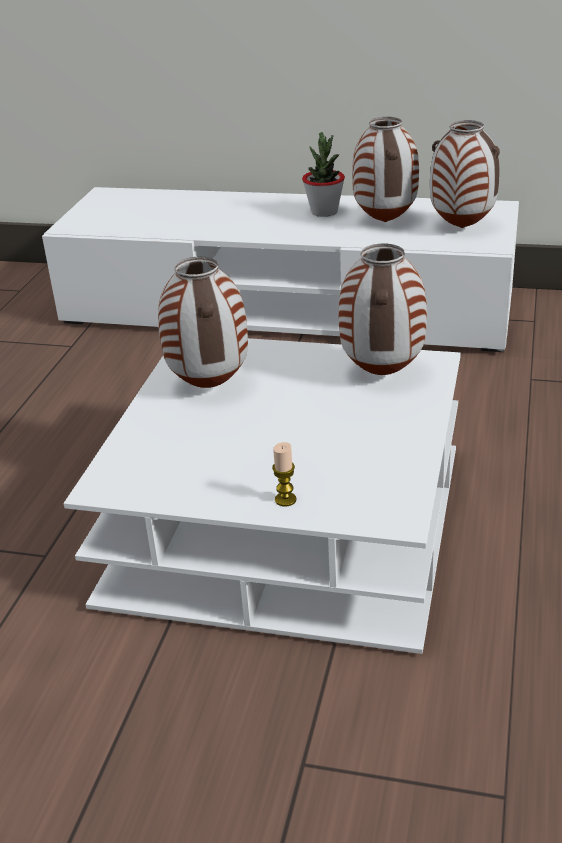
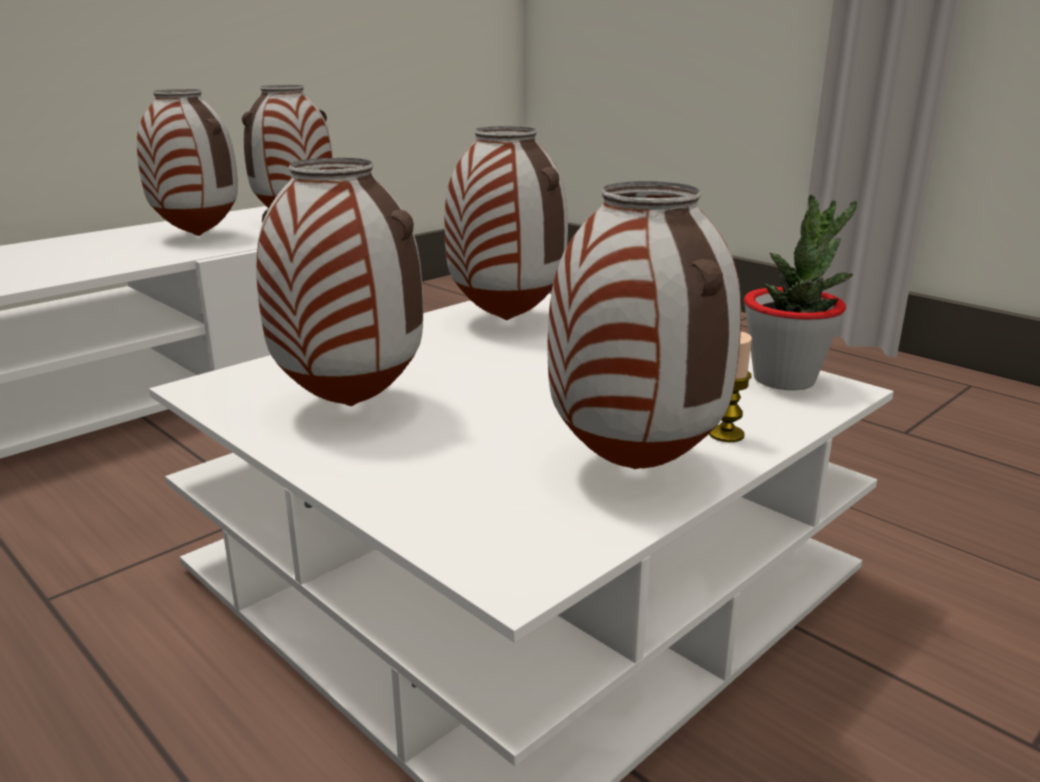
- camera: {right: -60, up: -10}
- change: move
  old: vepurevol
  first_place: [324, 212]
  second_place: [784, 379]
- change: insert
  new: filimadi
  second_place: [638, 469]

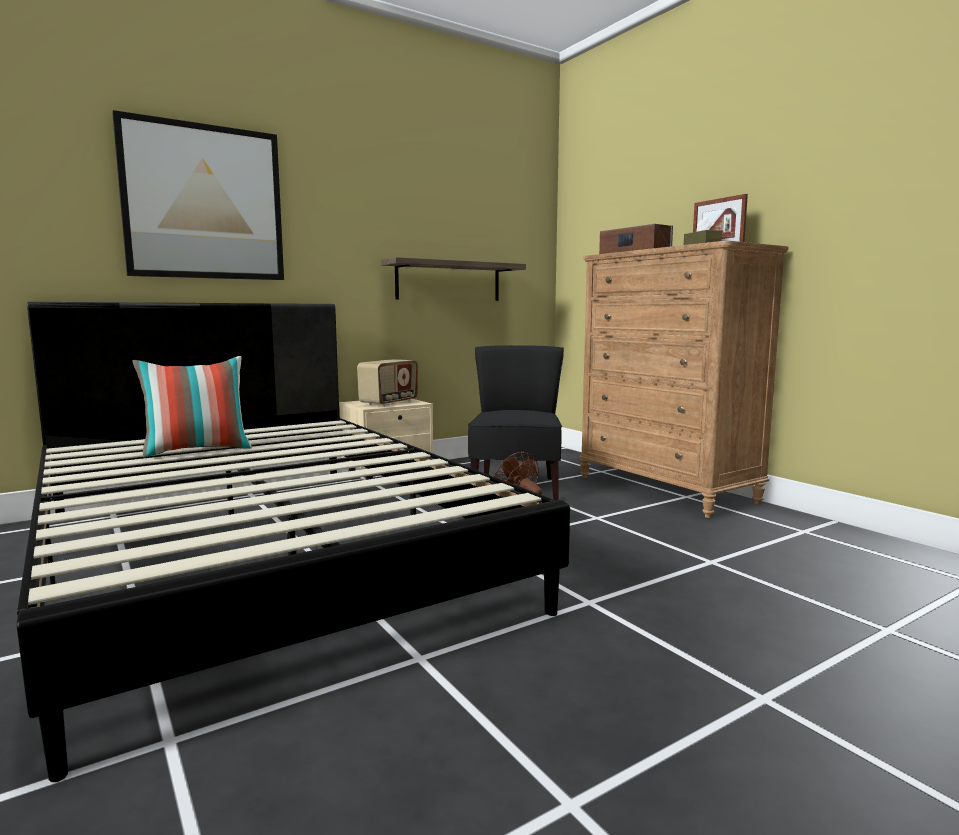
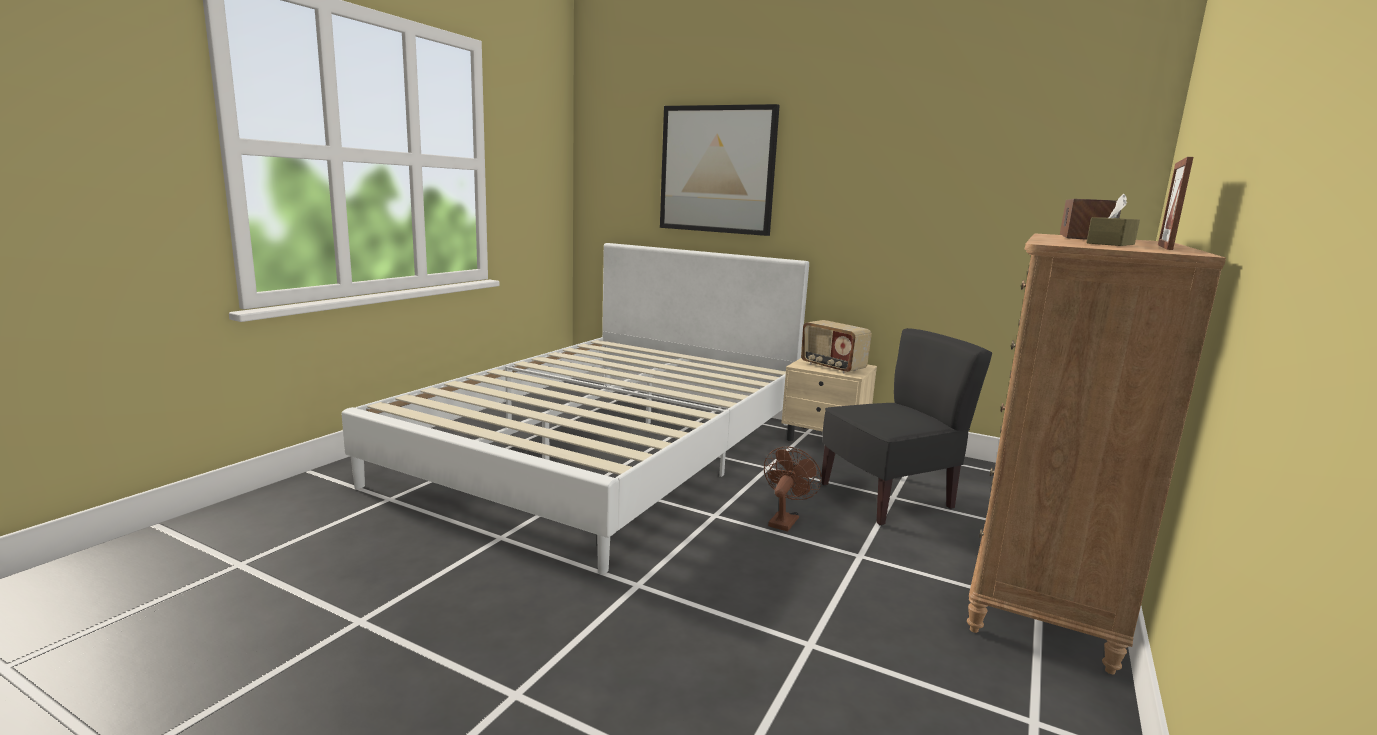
- camera: {right: 60, up: 5}
- change: delete
  old: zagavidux
  first_place: [449, 281]
- change: recolor
  old: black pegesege
  new: white pegesege
  first_place: [262, 556]
  second_place: [607, 450]
- change: delete
  old: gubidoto
  first_place: [198, 451]
- change: rotate
  old: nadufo
  first_place: [389, 403]
  second_place: [832, 367]
  degrees: 45

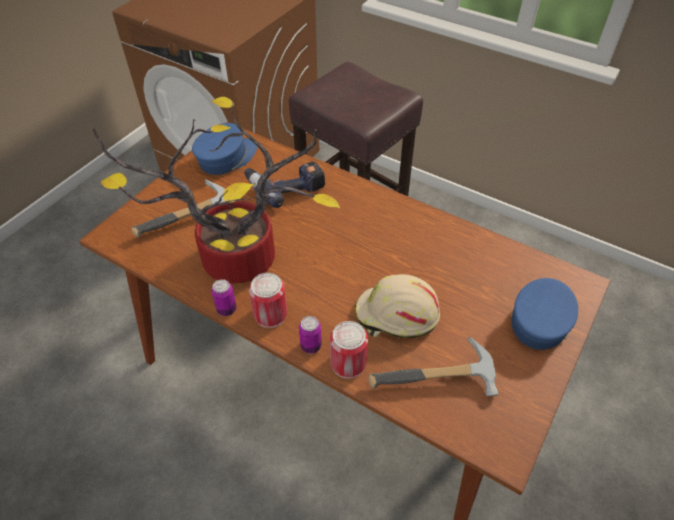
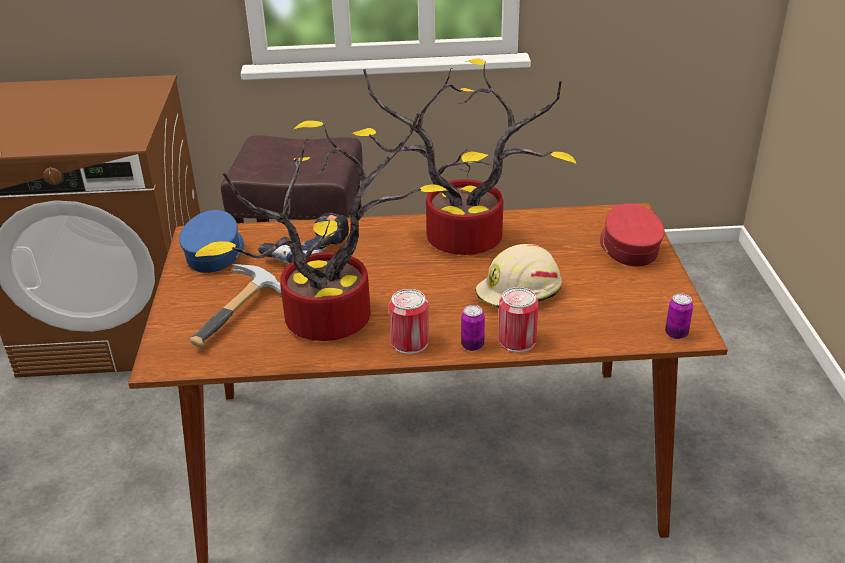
- camera: {right: -35, up: -15}
- change: recolor
  old: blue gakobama
  new: red gakobama
  first_place: [540, 320]
  second_place: [628, 247]
- change: move
  old: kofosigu
  first_place: [226, 309]
  second_place: [676, 334]
- change: delete
  old: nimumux
  first_place: [437, 384]
- change: insert
  new: vepurevol
  second_place: [458, 241]

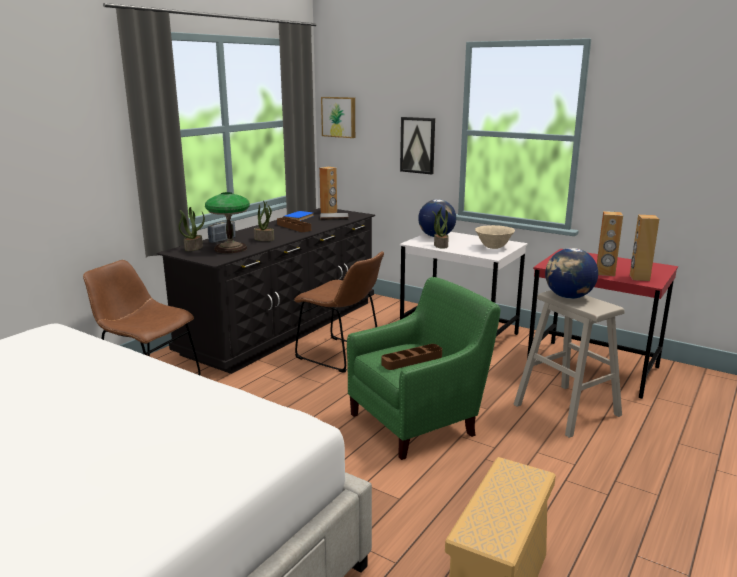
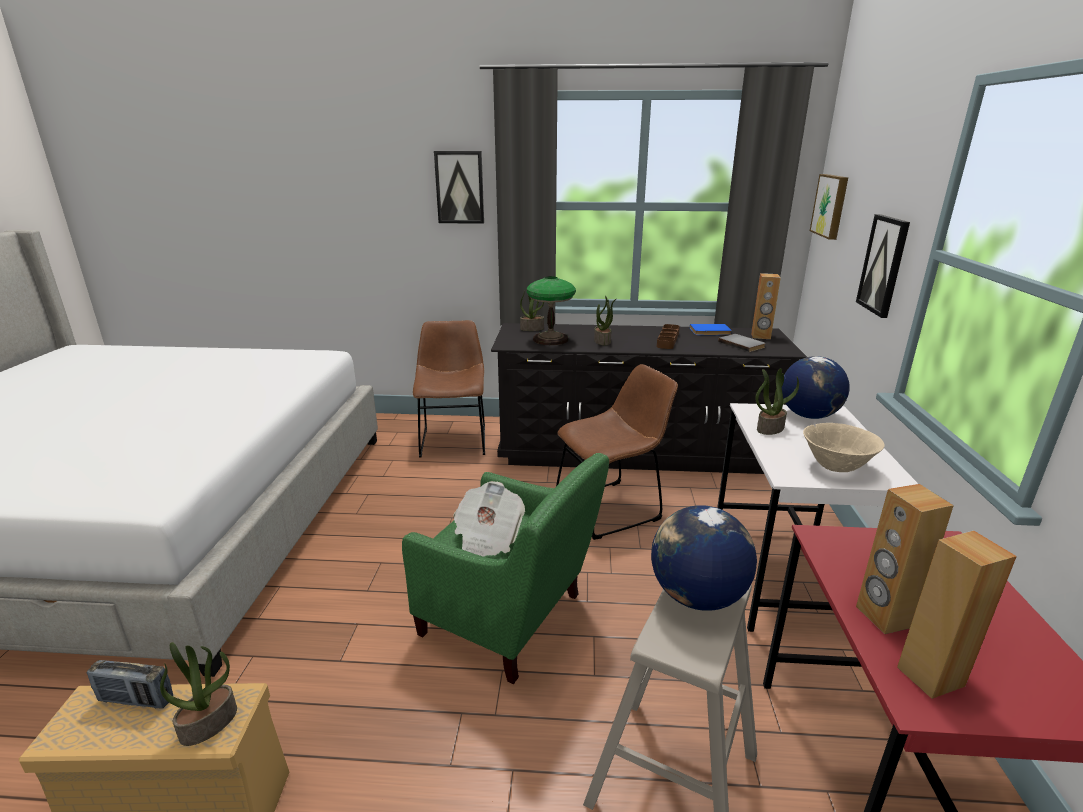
- camera: {right: 60, up: 5}
- change: move
  old: nadufo
  first_place: [222, 240]
  second_place: [136, 700]
- change: rotate
  old: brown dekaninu
  first_place: [342, 355]
  second_place: [612, 508]
  degrees: -120
- change: replace
  old: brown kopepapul
  new: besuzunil
  first_place: [412, 360]
  second_place: [487, 537]
- change: insert
  new: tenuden
  second_place: [460, 187]
- change: insert
  new: vepurevol
  second_place: [209, 723]

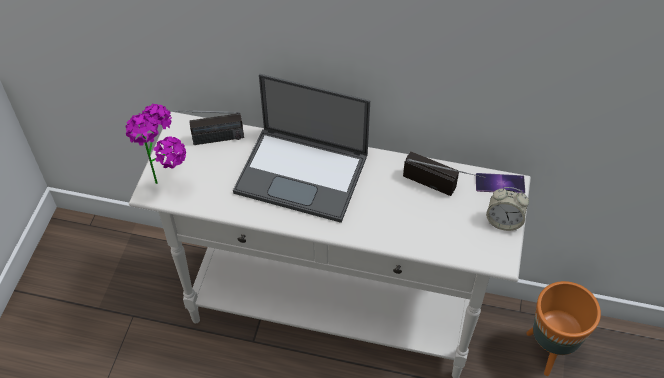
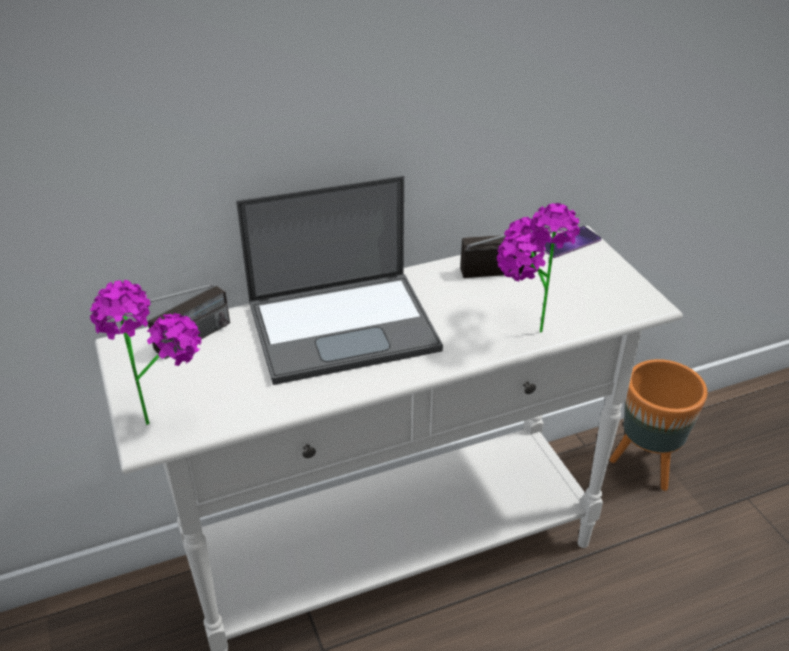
- camera: {right: -35, up: -15}
- change: delete
  old: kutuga
  first_place: [503, 221]
- change: insert
  new: vepurevol
  second_place: [522, 330]

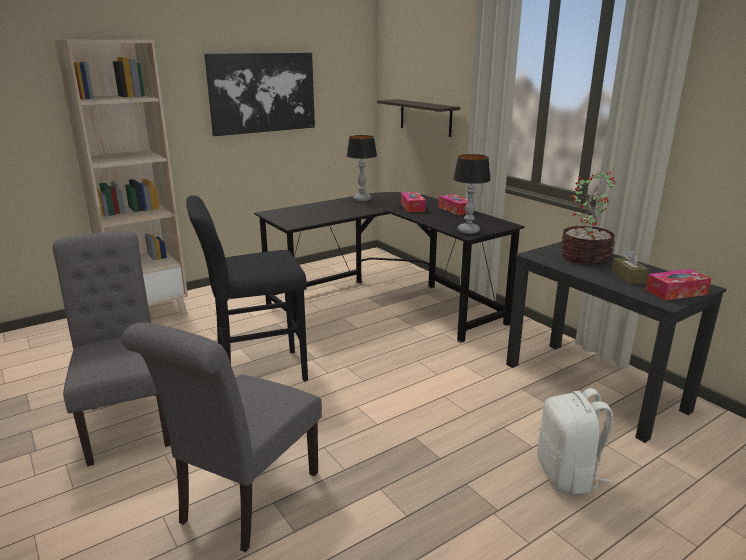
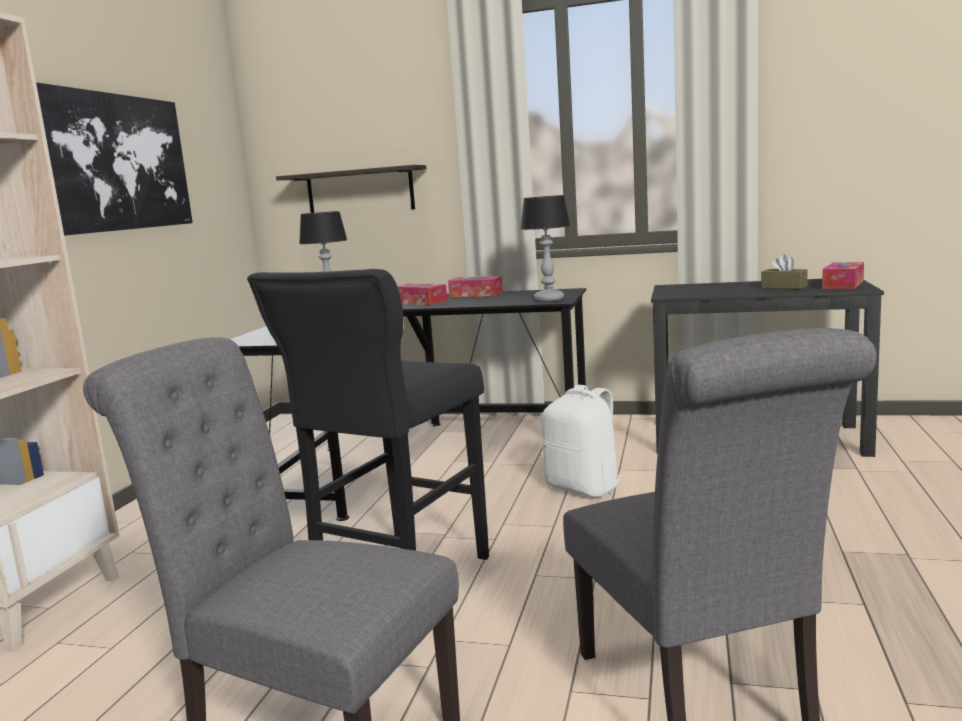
- camera: {right: -40, up: -10}
- change: delete
  old: vepurevol
  first_place: [585, 257]
- change: move
  old: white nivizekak
  first_place: [568, 476]
  second_place: [584, 488]

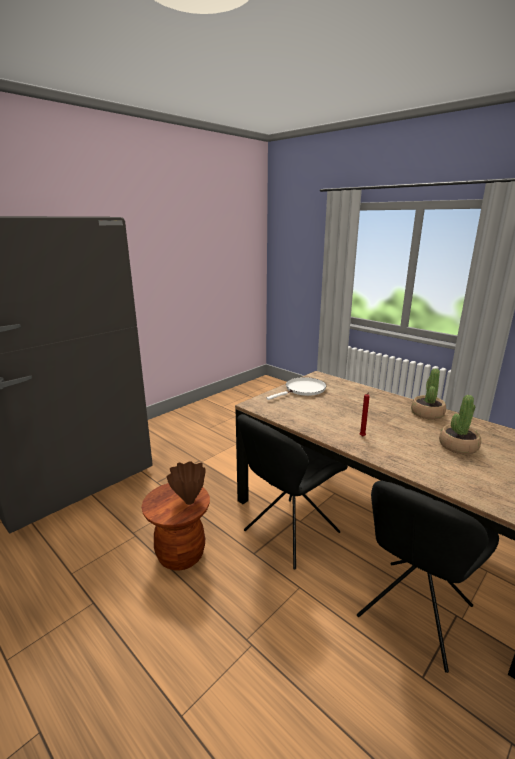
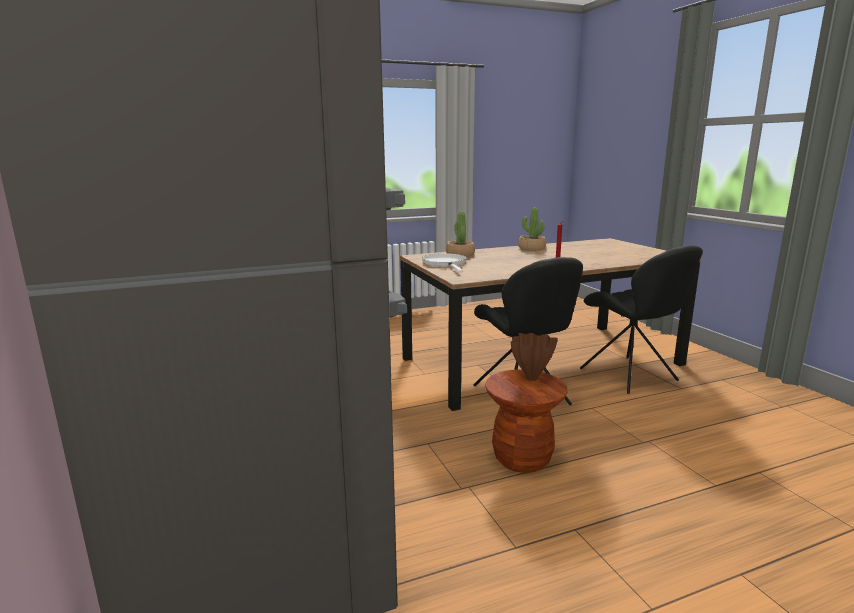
- camera: {right: -65, up: -5}
- change: move
  old: vepurevol
  first_place: [458, 446]
  second_place: [460, 255]

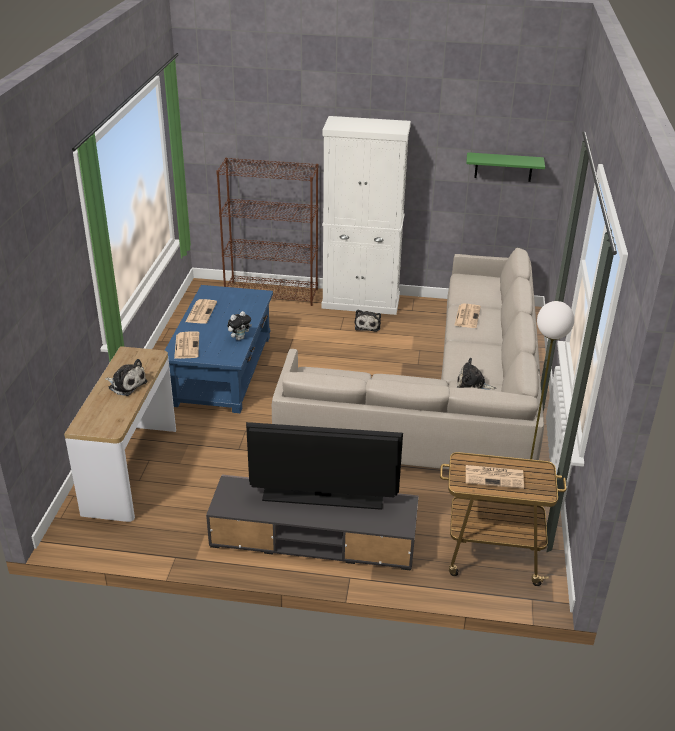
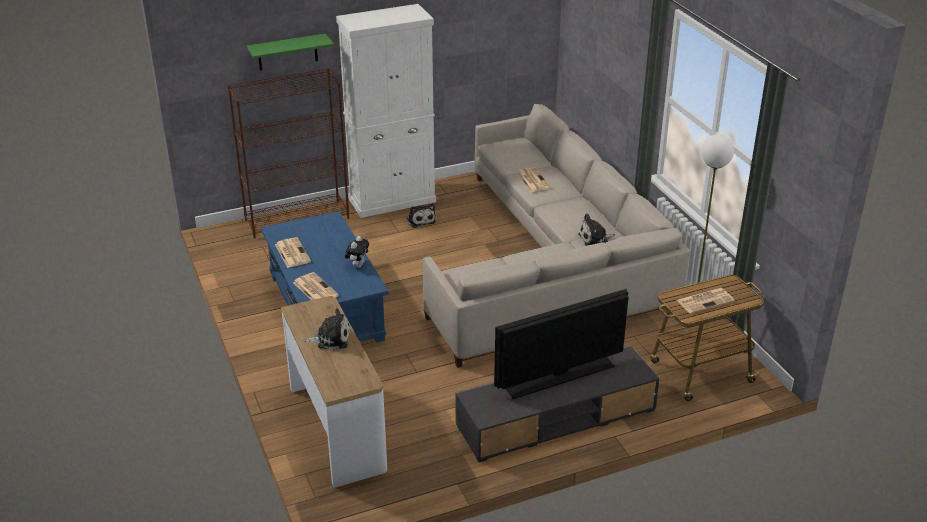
- camera: {right: -30, up: 0}
- change: move
  old: green zagavidux
  first_place: [503, 167]
  second_place: [287, 52]

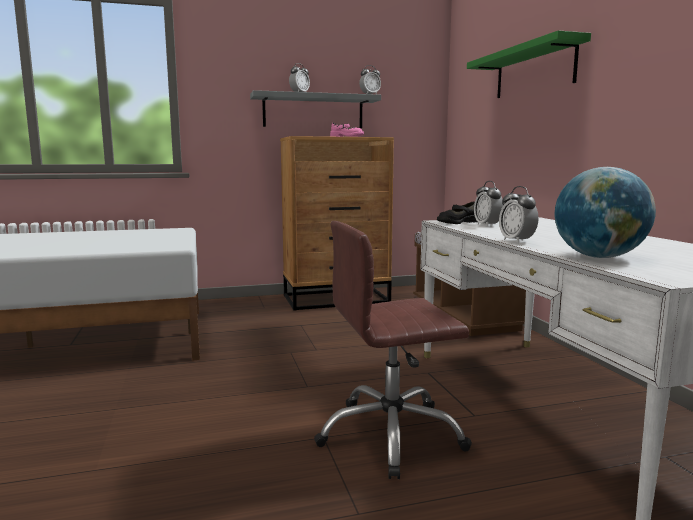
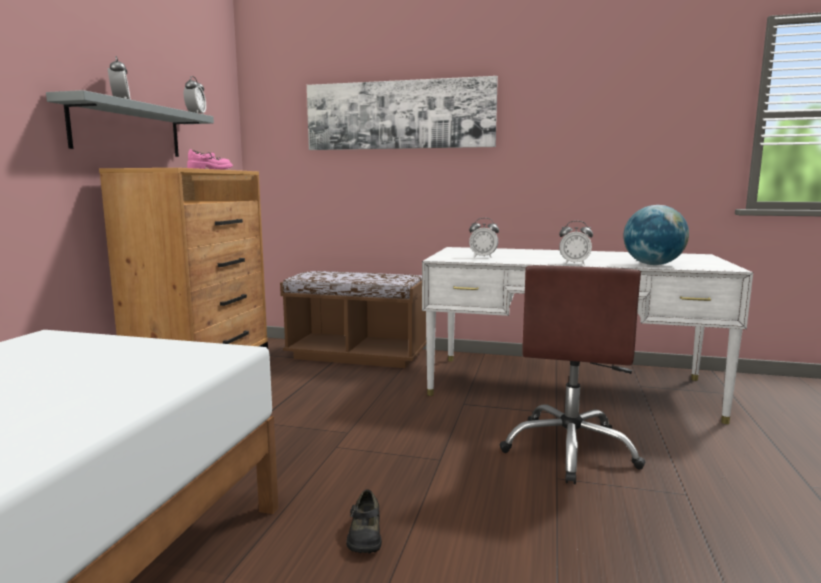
- camera: {right: -60, up: 0}
- change: replace
  old: green zagavidux
  new: tenuden
  first_place: [534, 71]
  second_place: [399, 115]
- change: move
  old: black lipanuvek
  first_place: [457, 222]
  second_place: [364, 535]

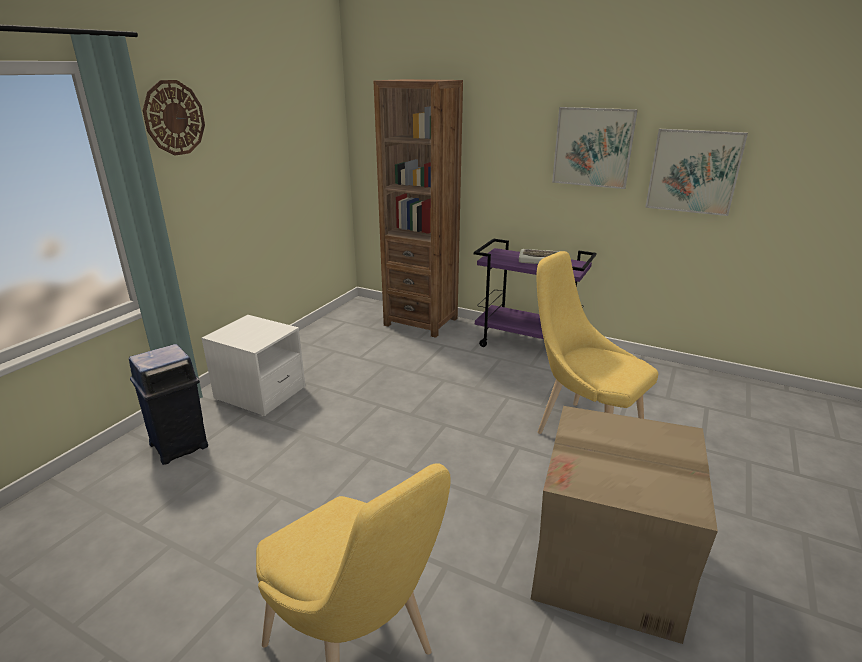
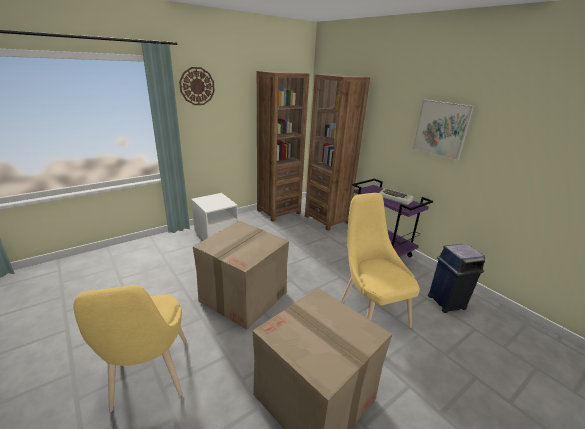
- camera: {right: 25, up: 0}
- change: delete
  old: tenuden
  first_place: [693, 171]
- change: move
  old: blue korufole
  first_place: [180, 445]
  second_place: [447, 302]
- change: insert
  new: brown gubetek
  second_place: [278, 212]
- change: insert
  new: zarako
  second_place: [244, 296]

